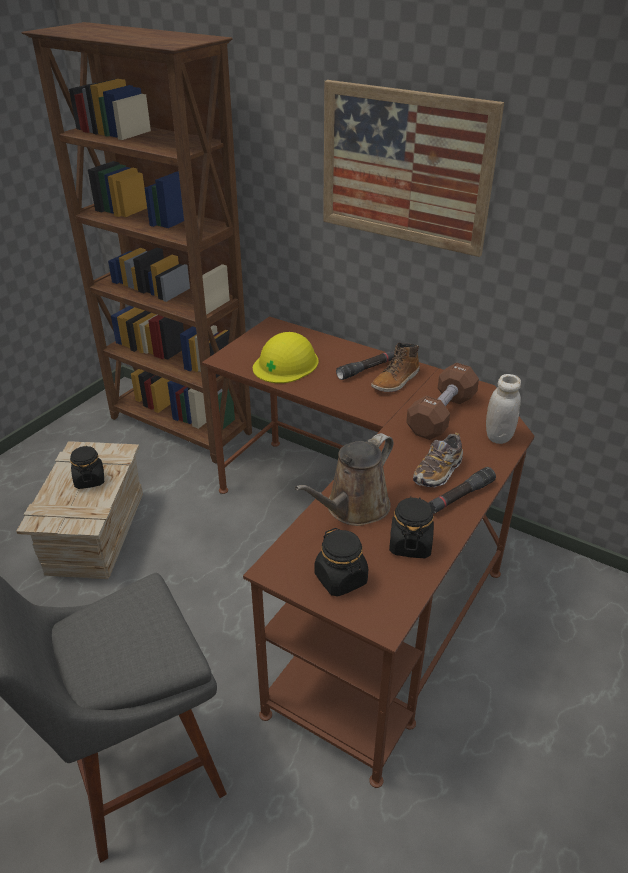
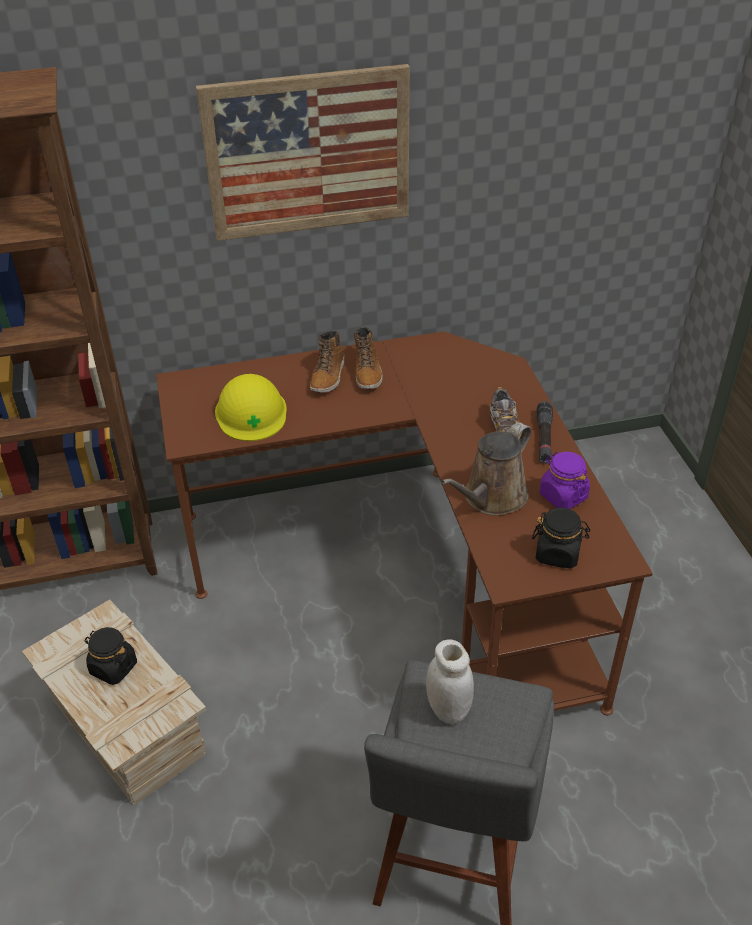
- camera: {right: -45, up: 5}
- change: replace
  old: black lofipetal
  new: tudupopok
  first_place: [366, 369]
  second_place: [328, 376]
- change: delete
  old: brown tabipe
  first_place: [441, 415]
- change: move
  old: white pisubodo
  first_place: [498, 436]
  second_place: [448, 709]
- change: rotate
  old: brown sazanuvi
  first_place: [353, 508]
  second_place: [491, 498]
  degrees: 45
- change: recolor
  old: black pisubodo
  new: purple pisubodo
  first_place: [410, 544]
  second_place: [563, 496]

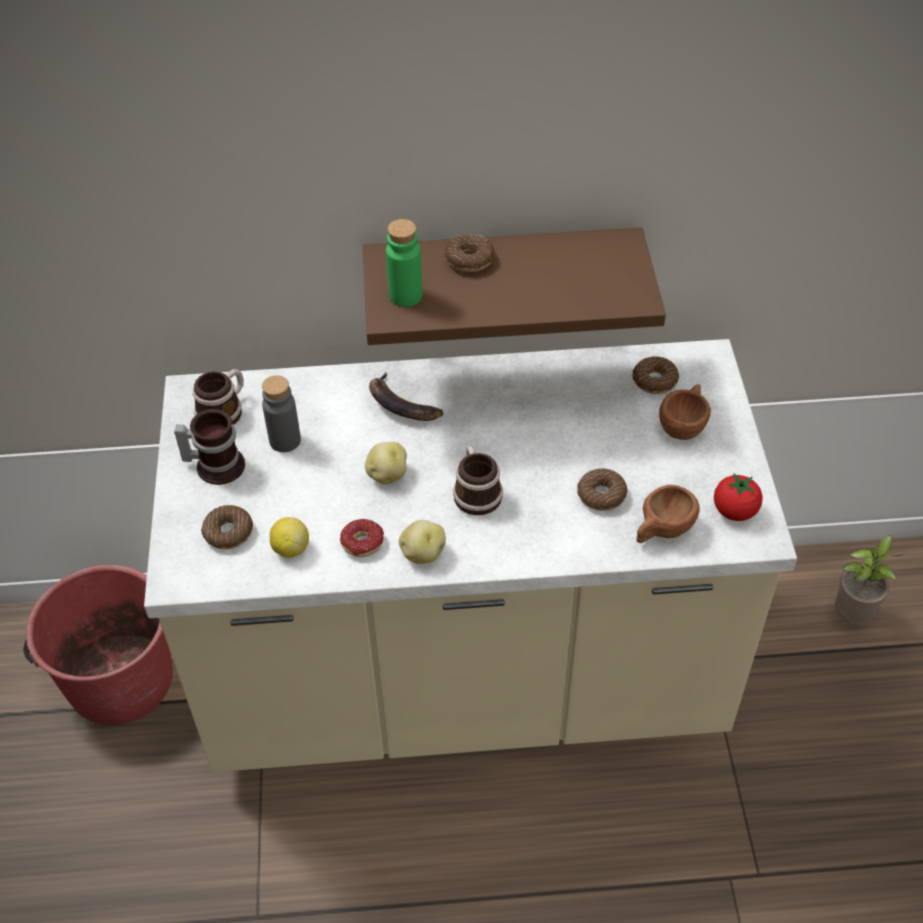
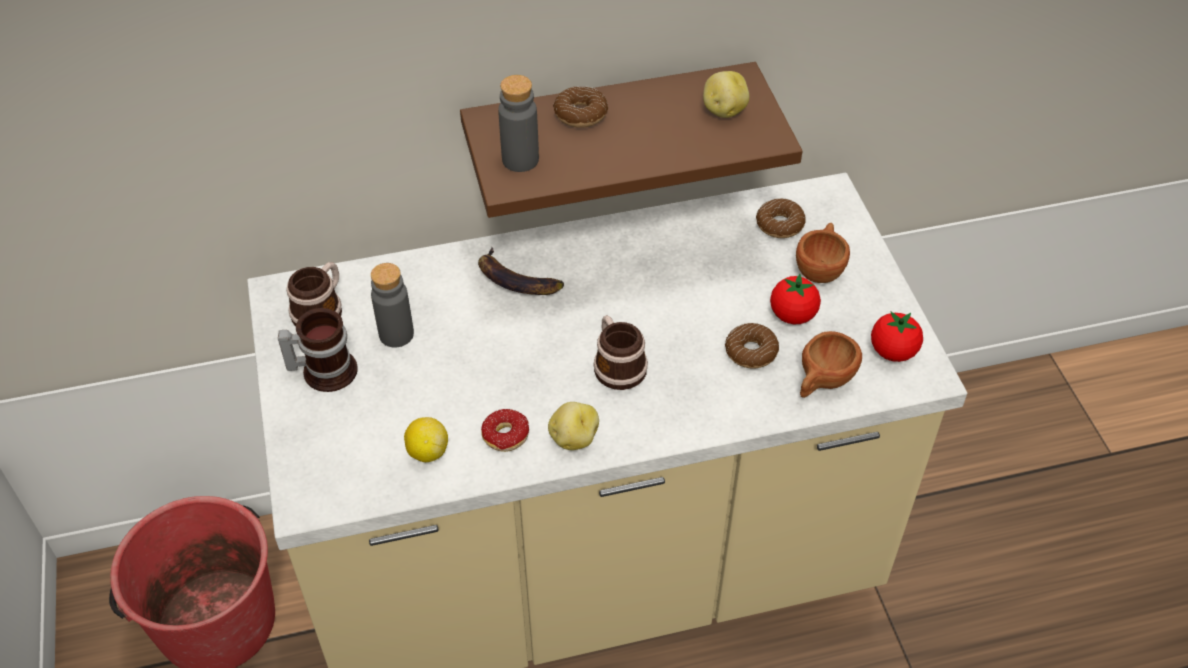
- camera: {right: -10, up: 0}
- change: recolor
  old: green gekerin
  new: grey gekerin
  first_place: [405, 295]
  second_place: [520, 159]
- change: move
  old: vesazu
  first_place: [387, 474]
  second_place: [723, 110]
- change: delete
  old: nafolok
  first_place: [228, 532]
- change: delete
  old: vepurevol
  first_place: [853, 616]
- change: insert
  new: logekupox
  second_place: [792, 315]

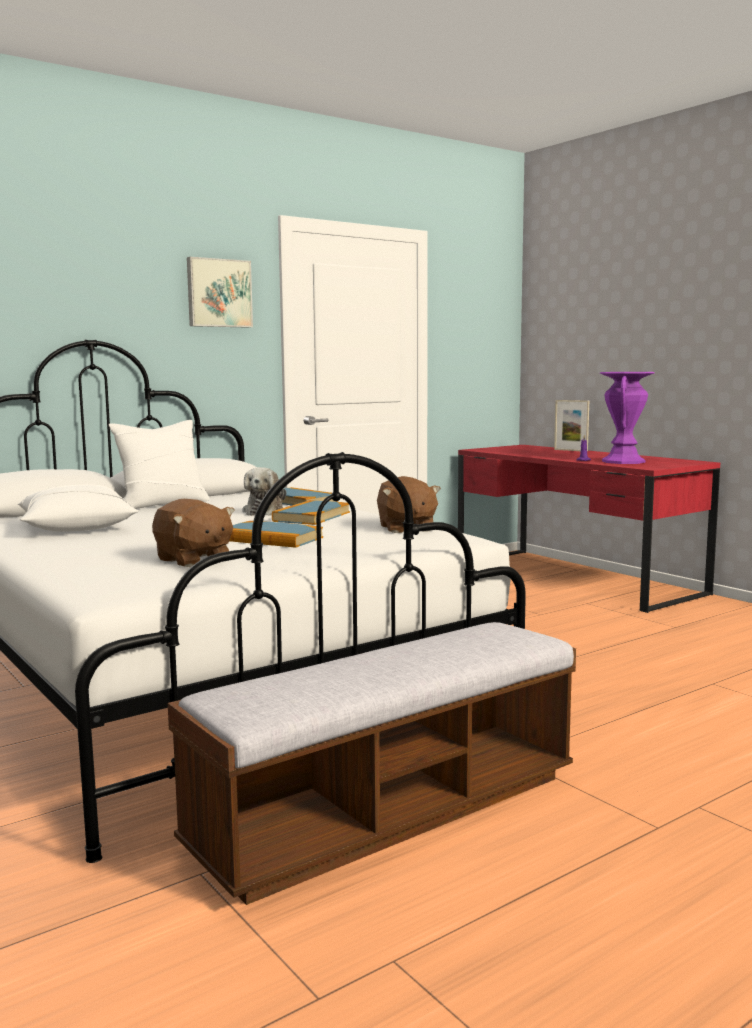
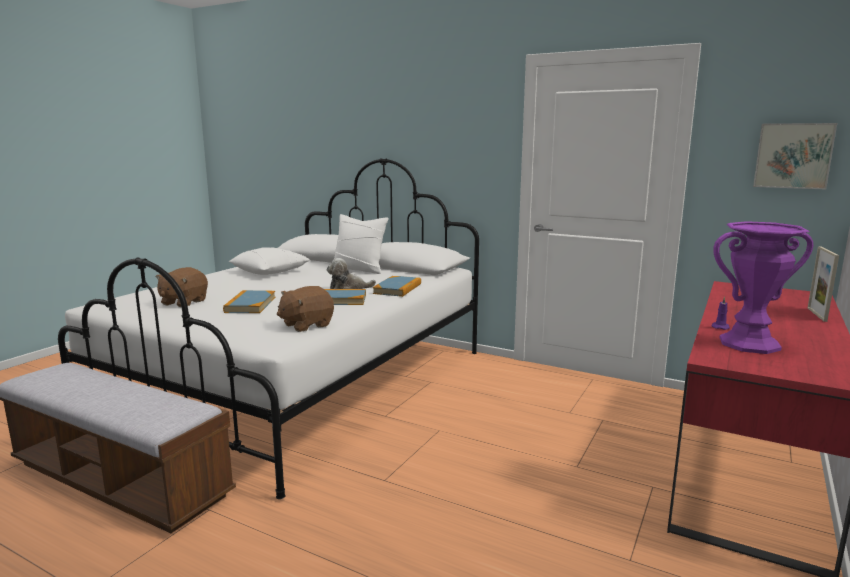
- camera: {right: 65, up: 5}
- change: move
  old: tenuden
  first_place: [218, 293]
  second_place: [793, 155]

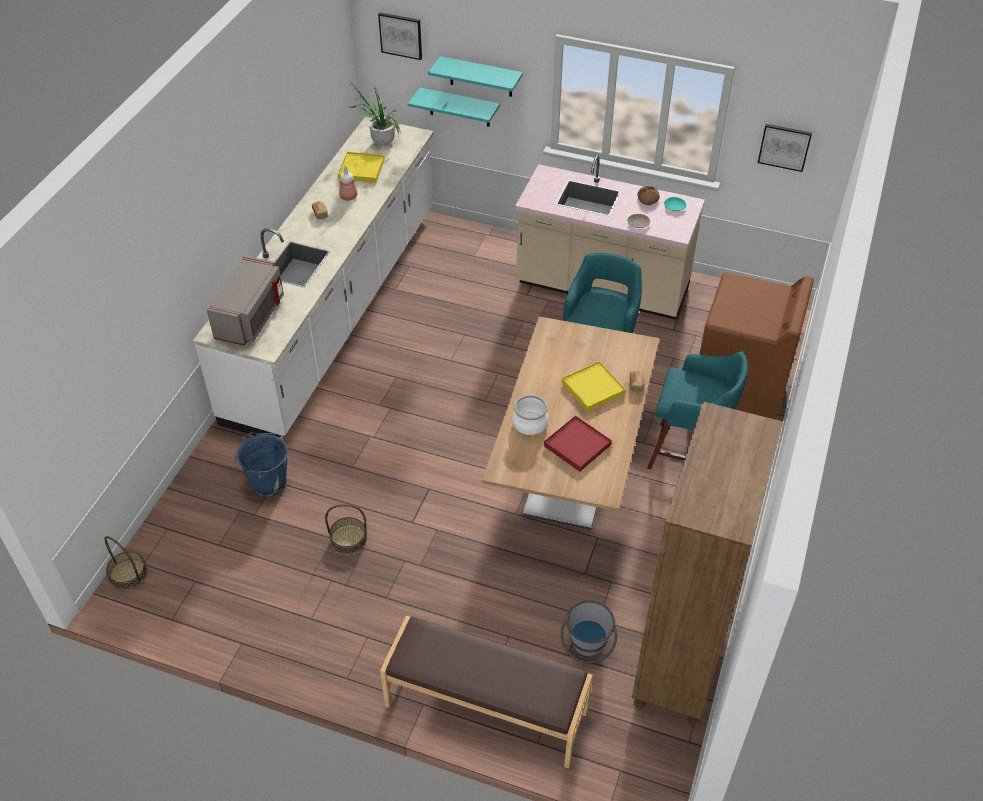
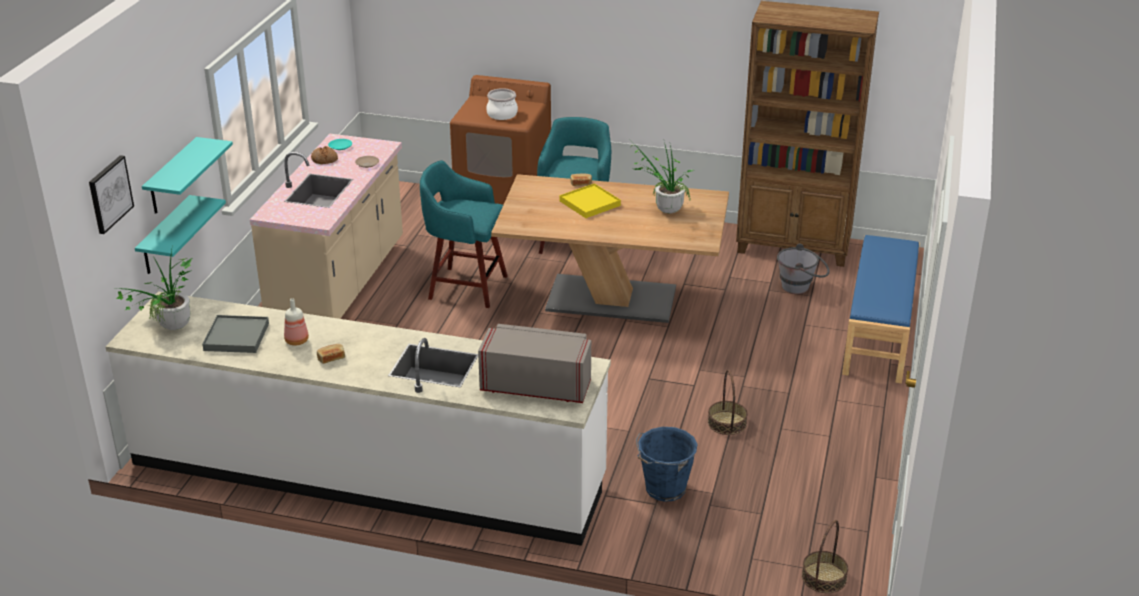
- camera: {right: -95, up: -15}
- change: delete
  old: tenuden
  first_place: [784, 146]
- change: recolor
  old: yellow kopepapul
  new: grey kopepapul
  first_place: [361, 169]
  second_place: [236, 337]
- change: move
  old: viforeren
  first_place: [529, 423]
  second_place: [501, 114]
- change: replace
  old: red kopepapul
  new: vepurevol
  first_place: [577, 445]
  second_place: [663, 209]
- change: recolor
  old: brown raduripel
  new: blue raduripel
  first_place: [486, 709]
  second_place: [879, 332]

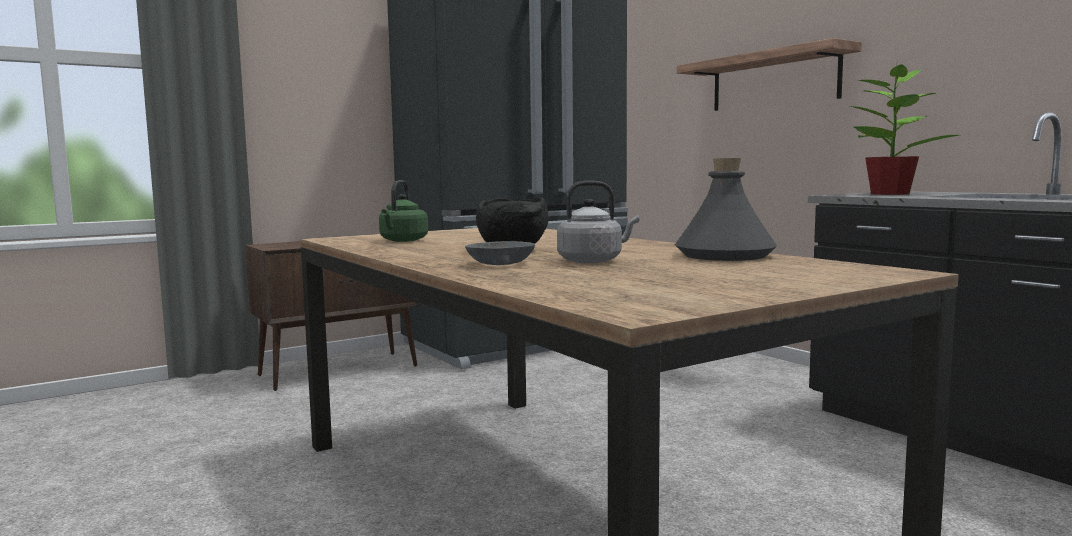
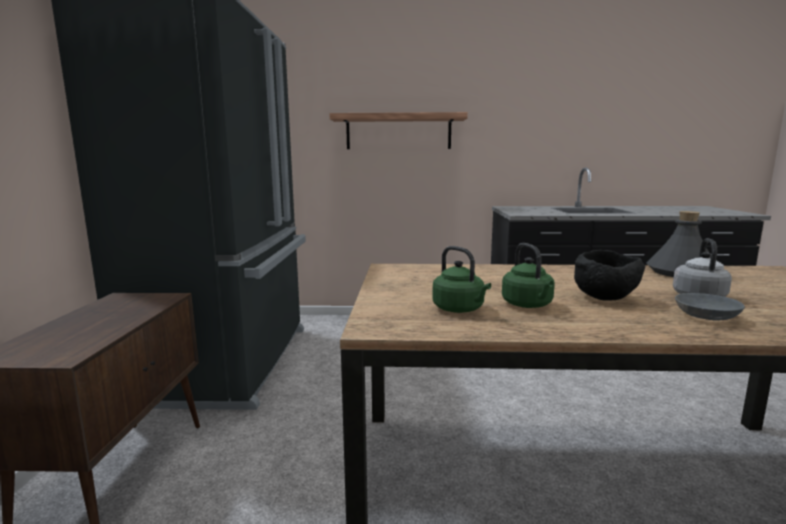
- camera: {right: -55, up: 5}
- change: delete
  old: vepurevol
  first_place: [891, 194]
- change: insert
  new: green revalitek
  second_place: [528, 305]

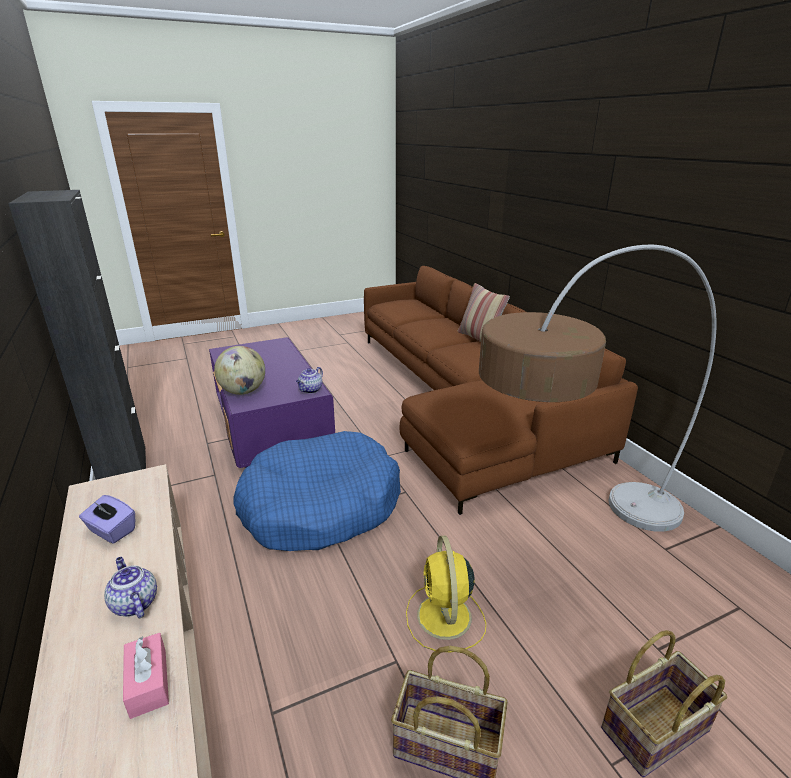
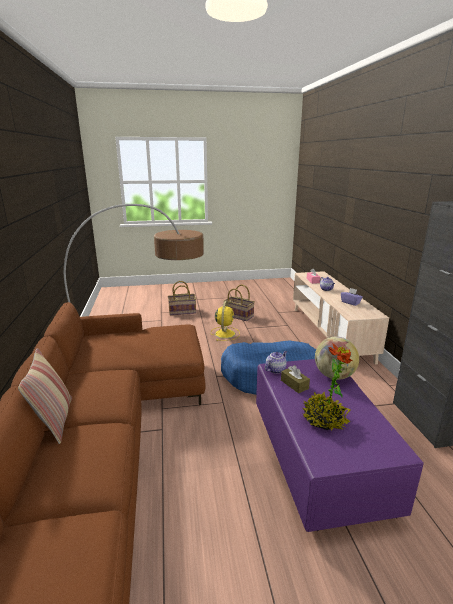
- camera: {right: -165, up: -5}
- change: insert
  new: vepurevol
  second_place: [324, 420]
- change: insert
  new: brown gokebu
  second_place: [294, 384]

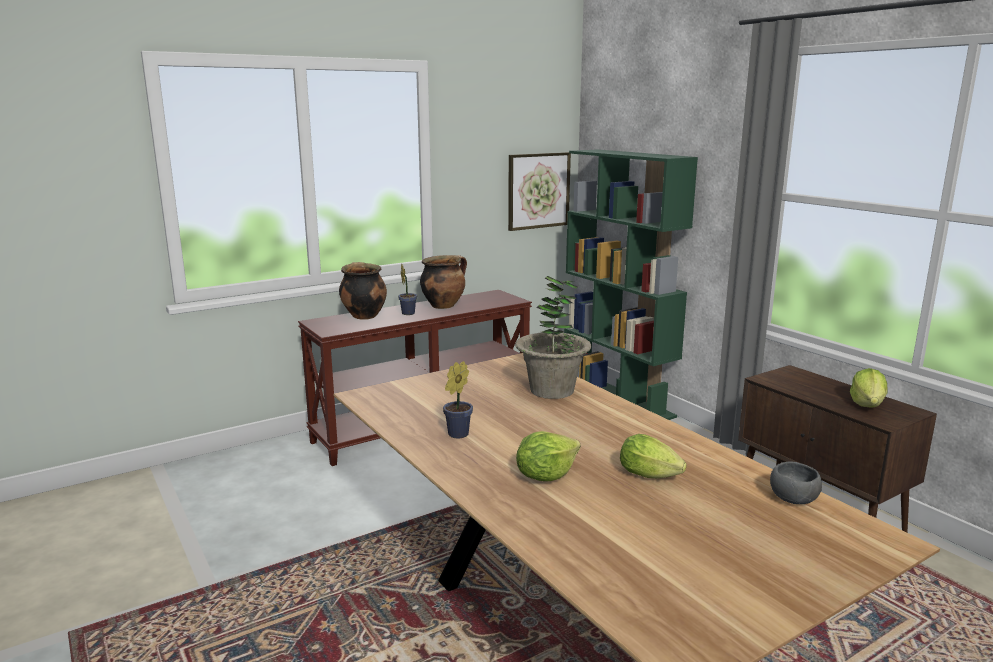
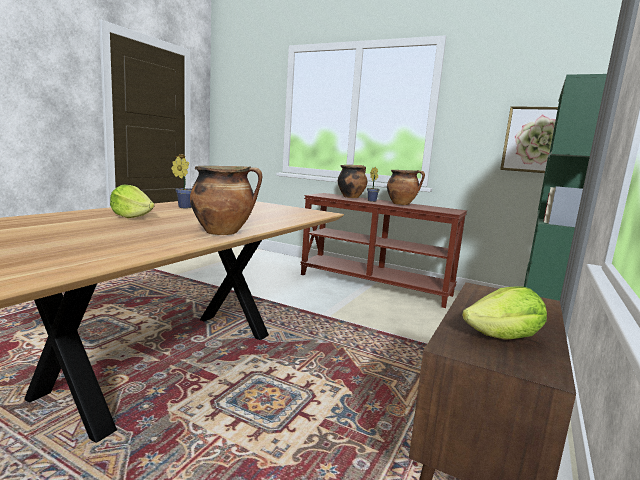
- camera: {right: 60, up: -5}
- change: delete
  old: vepurevol
  first_place: [552, 390]
- change: delete
  old: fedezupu
  first_place: [652, 476]
- change: delete
  old: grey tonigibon
  first_place: [792, 499]
- change: insert
  new: viforeren
  second_place: [224, 232]

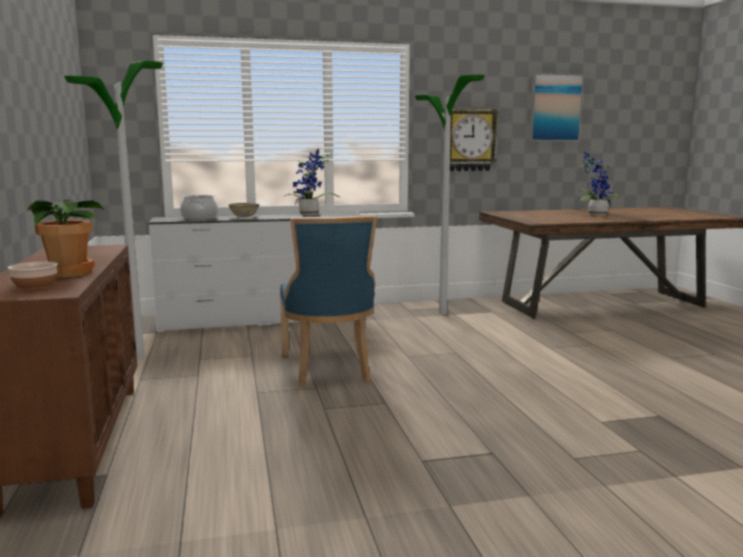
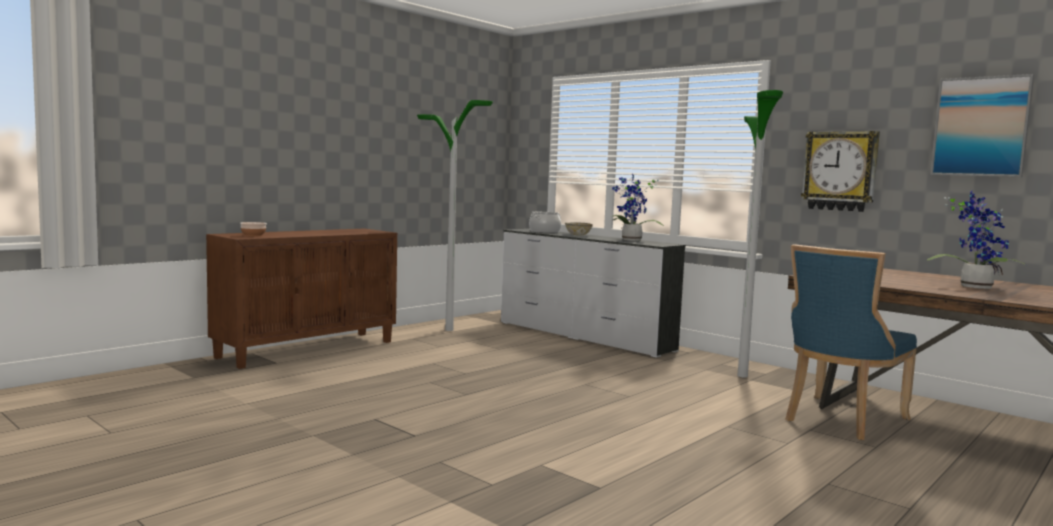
- camera: {right: 55, up: -5}
- change: delete
  old: vepurevol
  first_place: [68, 273]
- change: move
  old: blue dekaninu
  first_place: [328, 369]
  second_place: [840, 419]

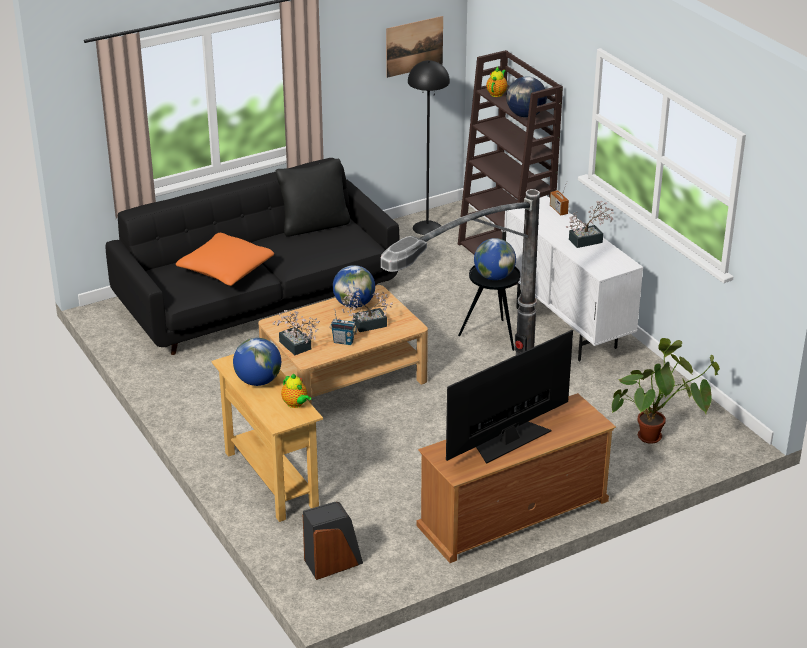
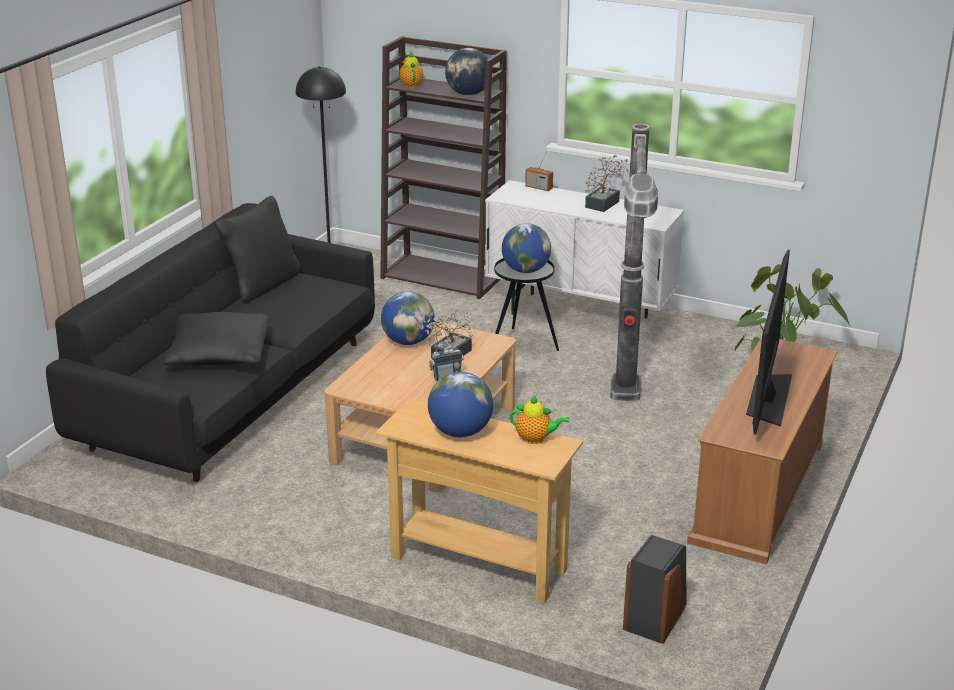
- camera: {right: -35, up: -5}
- change: delete
  old: tenuden
  first_place: [414, 46]
- change: recolor
  old: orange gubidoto
  new: black gubidoto
  first_place: [226, 270]
  second_place: [219, 355]
- change: delete
  old: vepurevol
  first_place: [297, 347]

